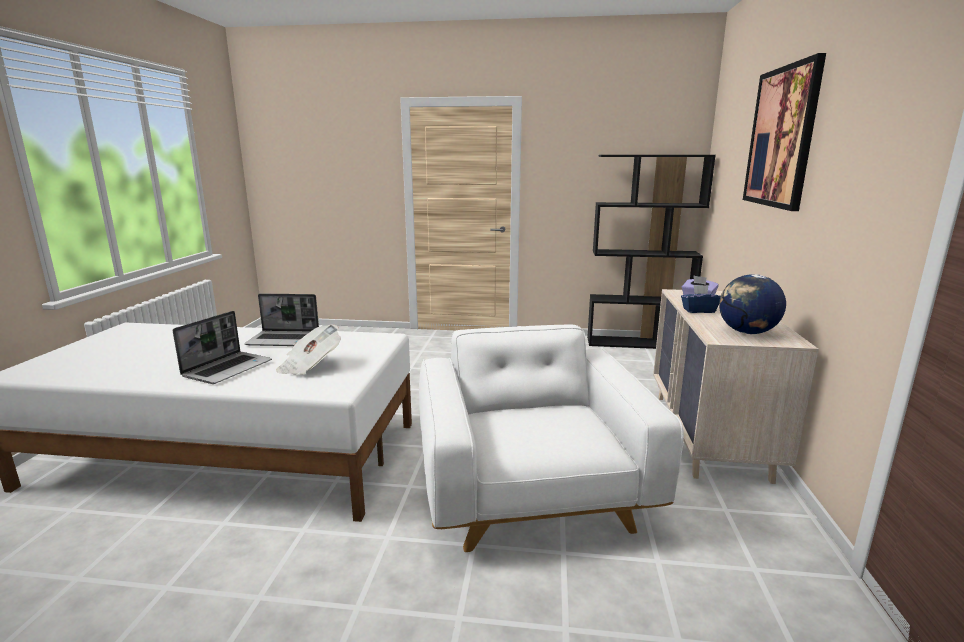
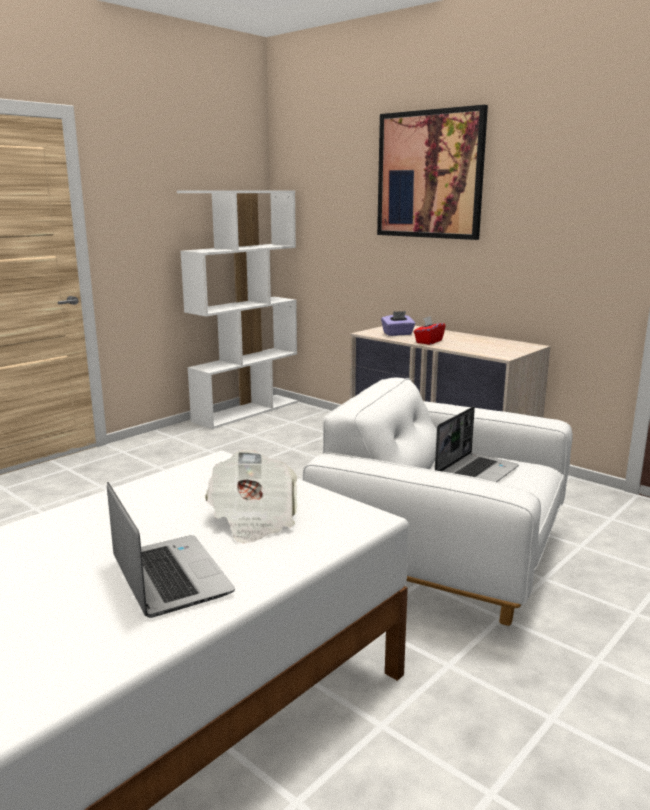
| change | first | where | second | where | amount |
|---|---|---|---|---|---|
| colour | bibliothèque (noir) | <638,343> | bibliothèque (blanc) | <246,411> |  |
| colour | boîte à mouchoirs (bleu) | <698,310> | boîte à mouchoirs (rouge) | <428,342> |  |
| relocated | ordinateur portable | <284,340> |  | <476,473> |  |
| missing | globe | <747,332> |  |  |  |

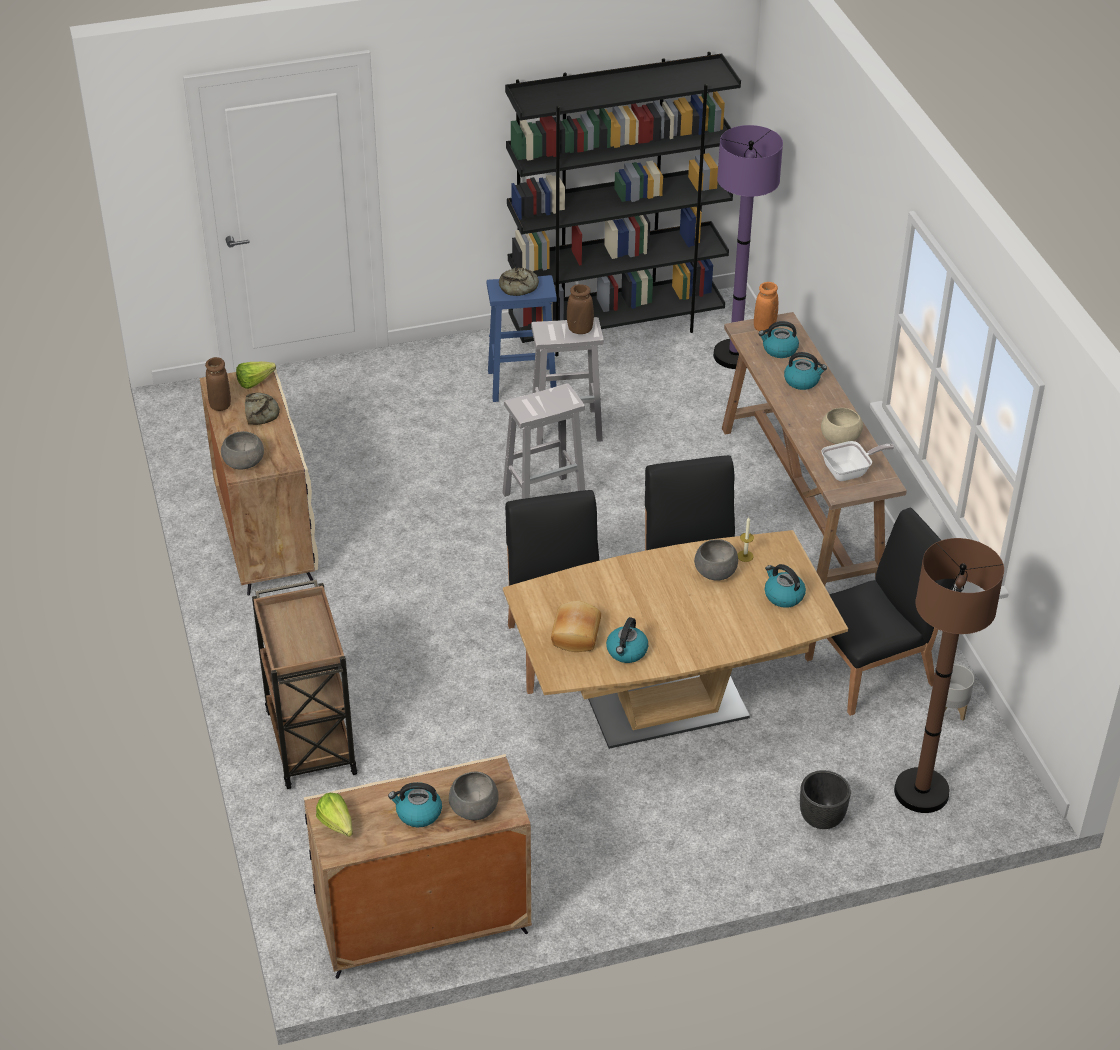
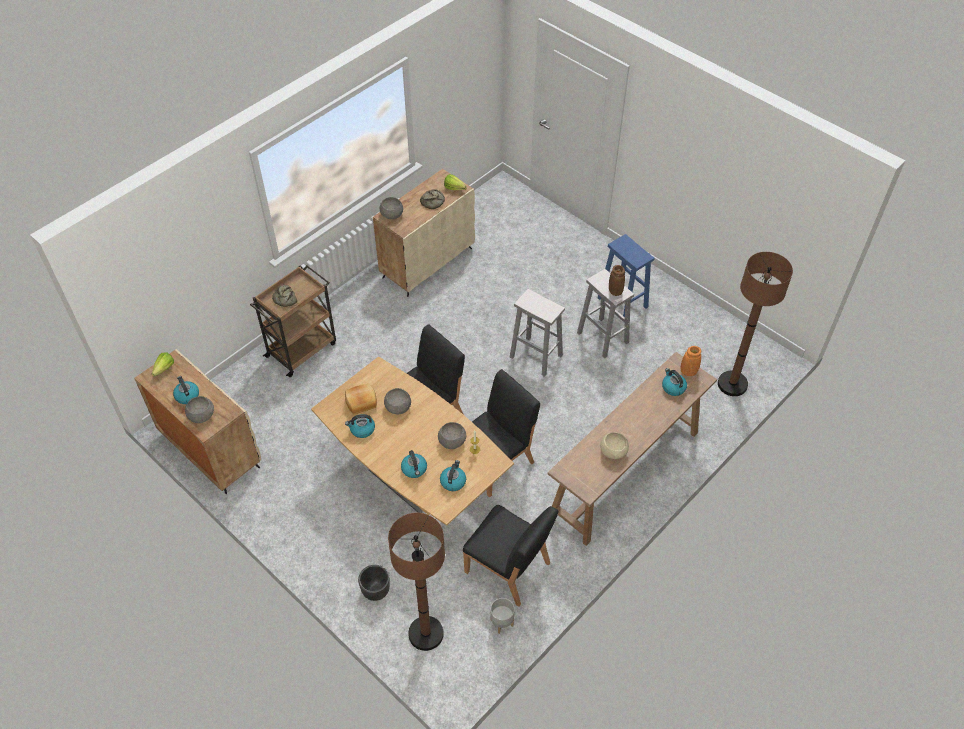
| change | first | where | second | where | amount |
|---|---|---|---|---|---|
| relocated | pain | <519,287> |  | <285,298> |  |
| appeared |  |  | bol (gris) | <398,407> |  |
| relocated | bouilloire | <802,381> |  | <414,469> |  |
| colour | lampadaire (violet) | <735,355> | lampadaire (marron) | <732,384> |  |
| missing | vase (marron) | <220,405> |  |  |  |
| missing | bibliothèque (noir) | <616,327> |  |  |  |
| missing | poêle | <850,472> |  |  |  |

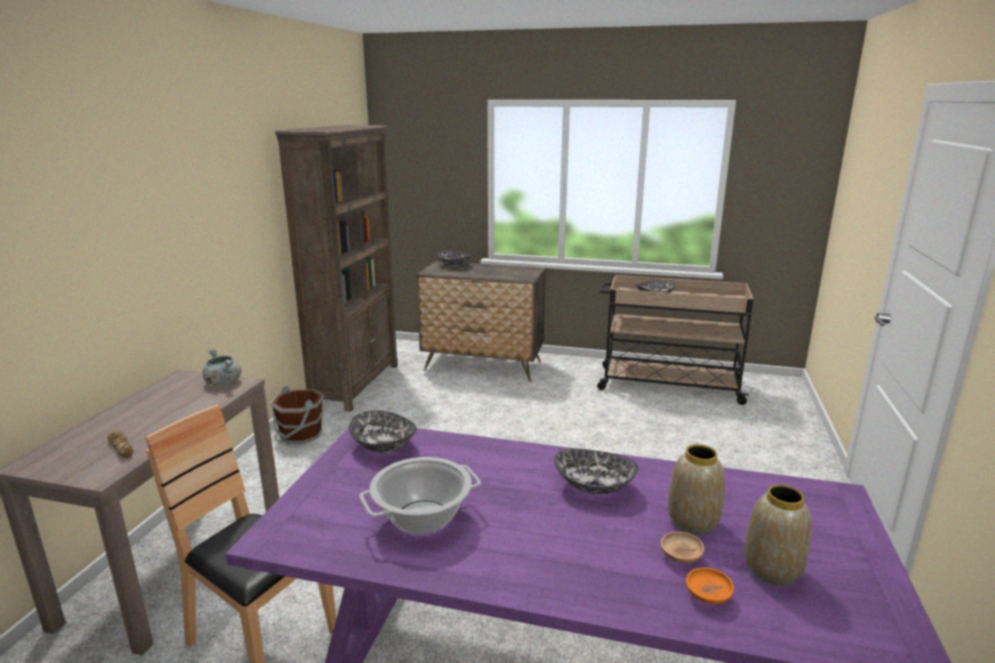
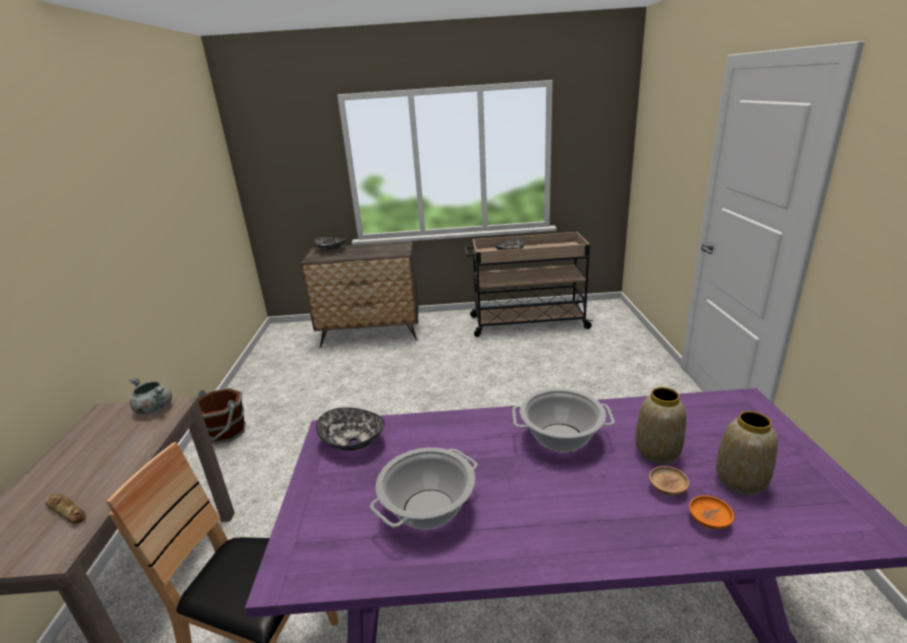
| change | first | where | second | where | amount |
|---|---|---|---|---|---|
| exchanged | bol | <594,486> | marmite | <561,437> |  |
| missing | bibliothèque (marron) | <356,384> |  |  |  |

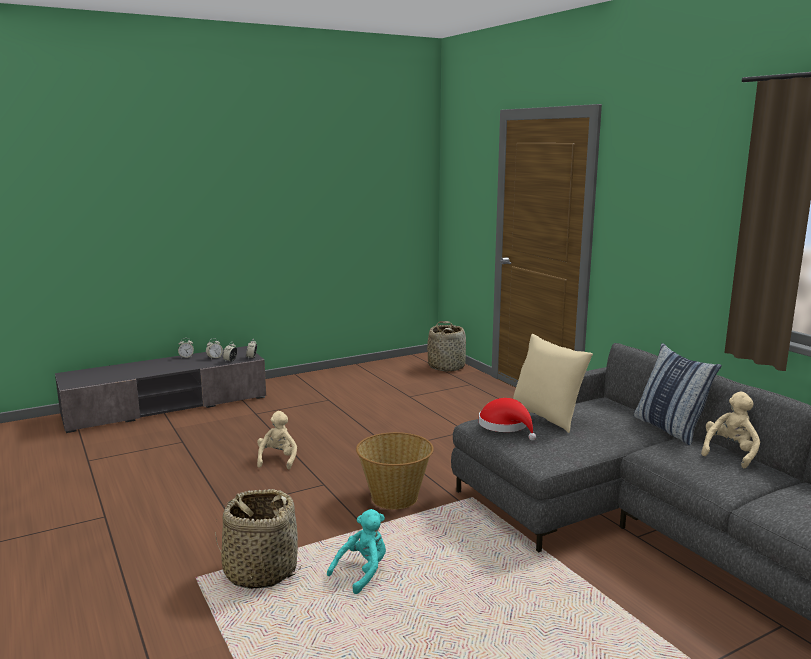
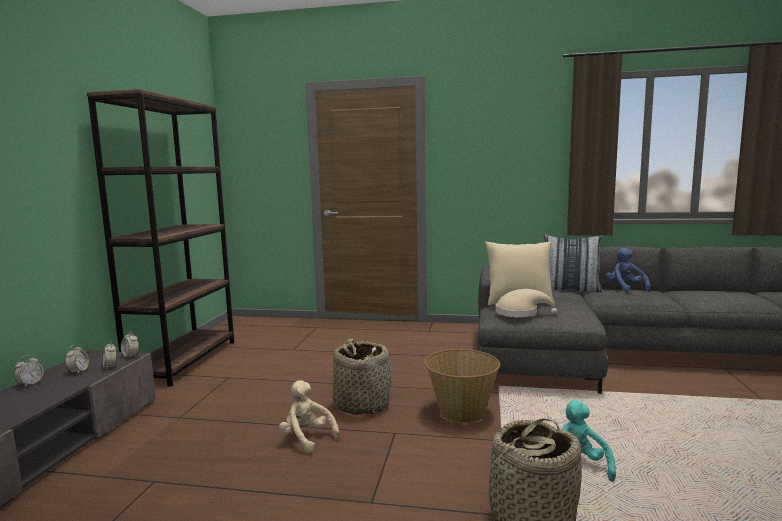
| change | first | where | second | where | amount |
|---|---|---|---|---|---|
| appeared |  |  | bibliothèque (marron) | <184,360> |  |
| relocated | panier | <446,366> |  | <362,404> |  |
| colour | chapeau (rouge) | <506,426> | chapeau (beige) | <520,313> |  |
| colour | peluche (beige) | <730,453> | peluche (bleu) | <625,288> |  |

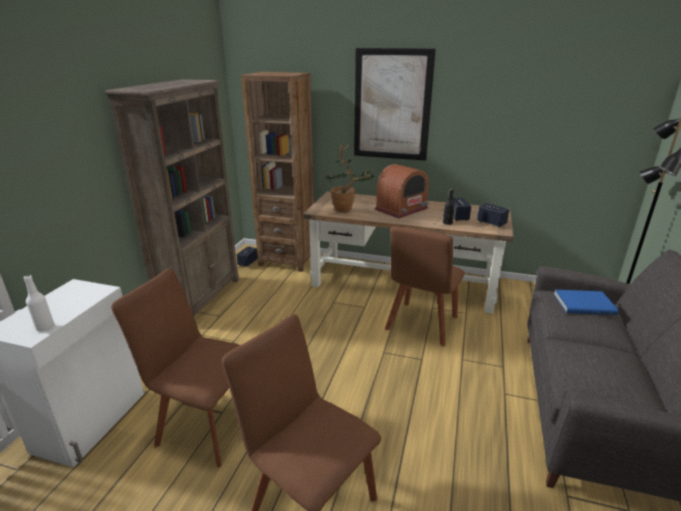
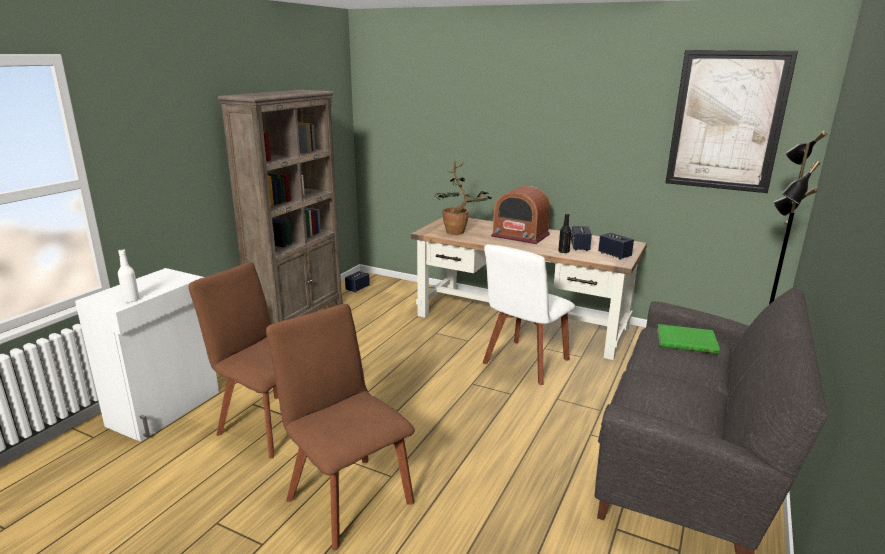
| change | first | where | second | where | amount |
|---|---|---|---|---|---|
| colour | chaise (marron) | <421,325> | chaise (blanc) | <524,363> |  |
| spun | radio | <401,209> |  | <520,236> | 60 degrees clockwise |
| colour | livre (bleu) | <583,303> | livre (vert) | <686,340> |  |
| relocated | tableau | <392,105> |  | <726,121> |  |
| missing | bibliothèque (marron) | <287,260> |  |  |  |

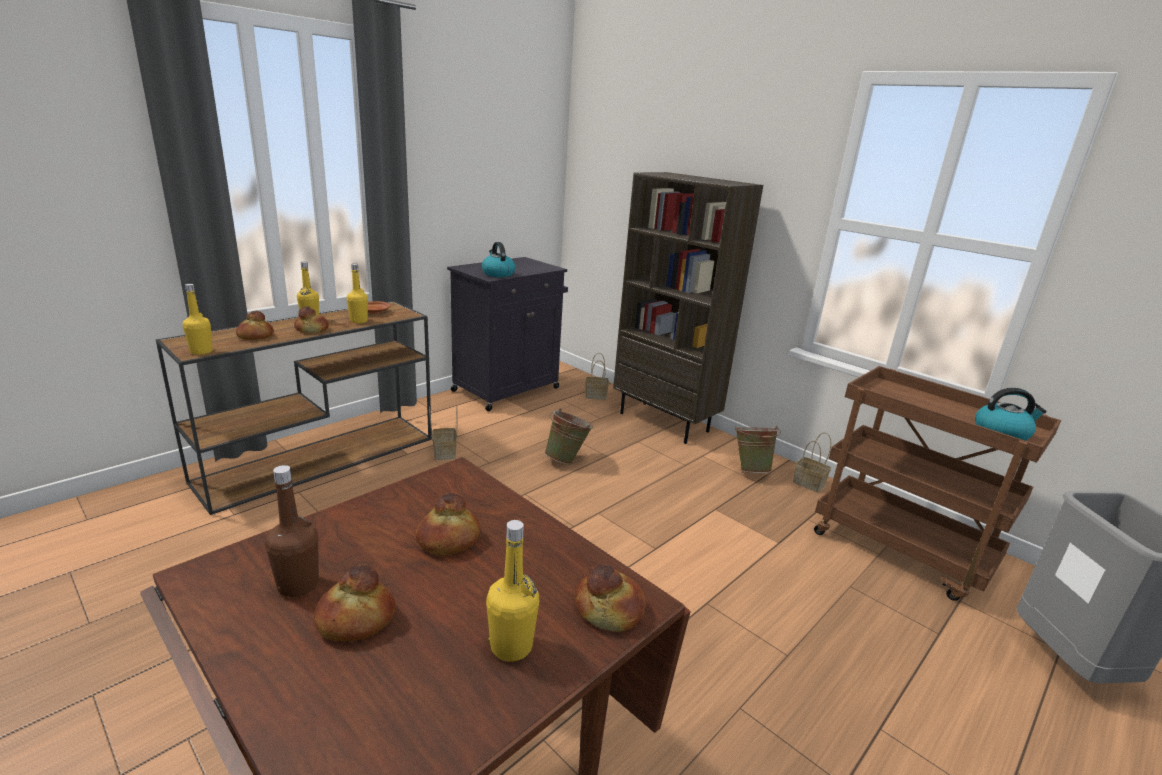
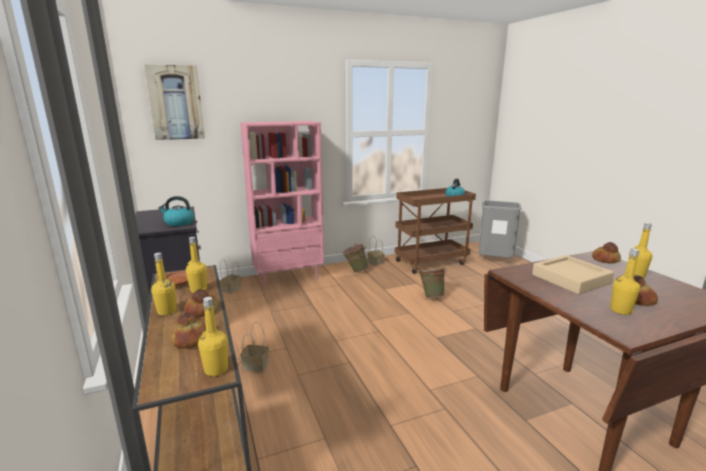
| change | first | where | second | where | amount |
|---|---|---|---|---|---|
| appeared |  |  | tableau | <175,103> |  |
| colour | bibliothèque (marron) | <665,422> | bibliothèque (rose) | <289,277> |  |
| relocated | seau (vert) | <567,459> |  | <431,296> |  |
| exchanged | pain | <449,540> | plateau (beige) | <570,279> |  |
| colour | bouteille (marron) | <298,585> | bouteille (jaune) | <620,310> |  |

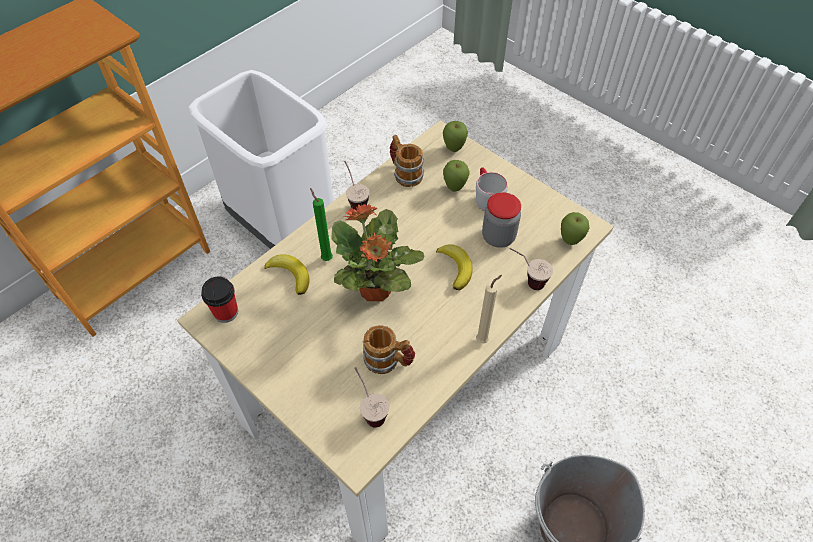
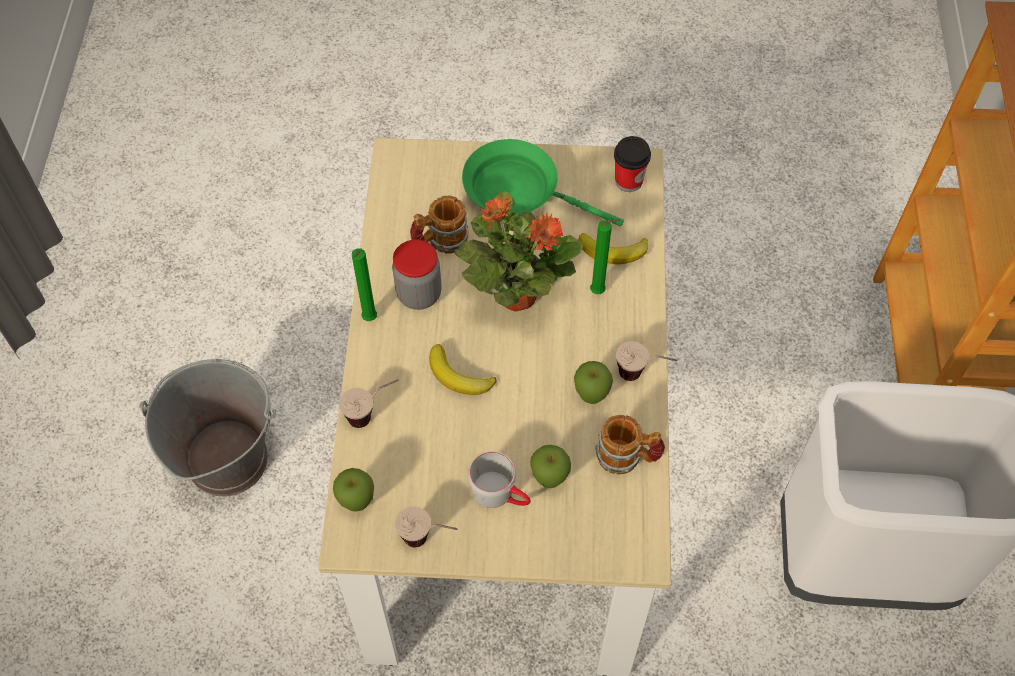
| change | first | where | second | where | amount |
|---|---|---|---|---|---|
| colour | bougie (beige) | <483,339> | bougie (vert) | <369,320> |  |
| relocated | bocal | <498,237> |  | <419,294> |  |
| relocated | tasse | <370,409> |  | <428,541> |  |
| appeared |  |  | poêle (vert) | <519,191> |  |
| relocated | pomme | <454,149> |  | <591,396> |  |

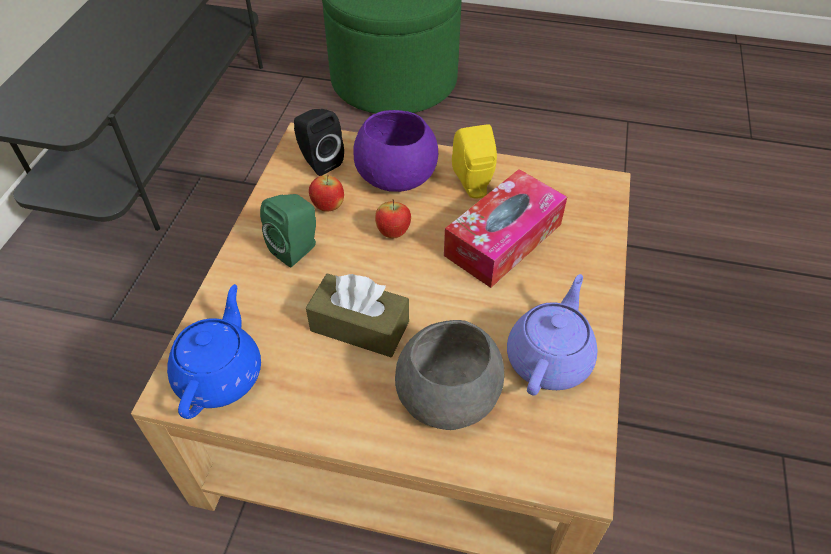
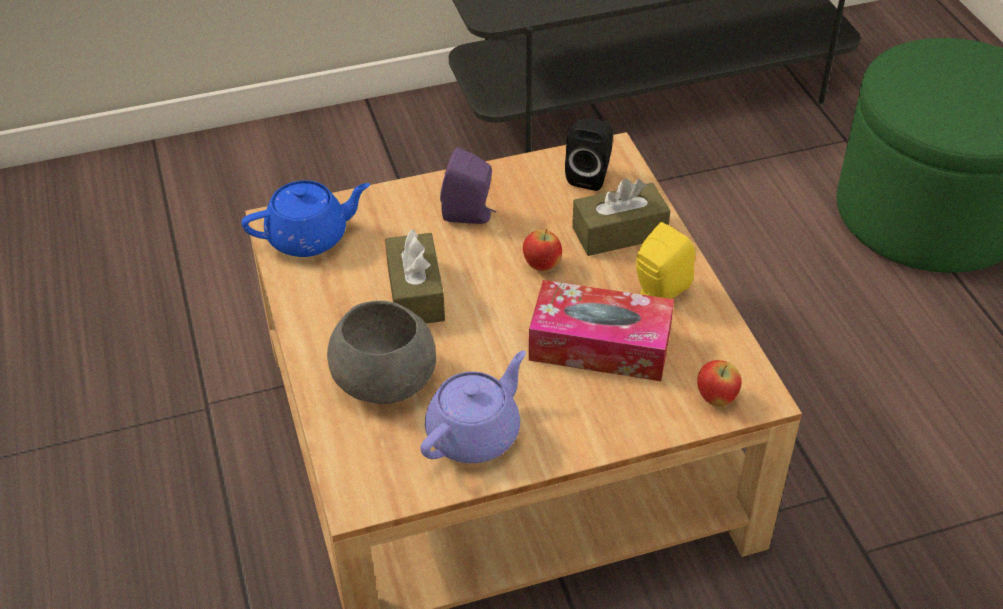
| change | first | where | second | where | amount |
|---|---|---|---|---|---|
| spun | théière (violet) | <549,358> |  | <475,433> | 45 degrees counterclockwise |
| colour | enceinte (vert) | <297,249> | enceinte (violet) | <470,215> |  |
| exchanged | bol (violet) | <394,175> | boîte à mouchoirs (marron) | <619,233> |  |
| relocated | pomme | <328,207> |  | <716,398> |  |

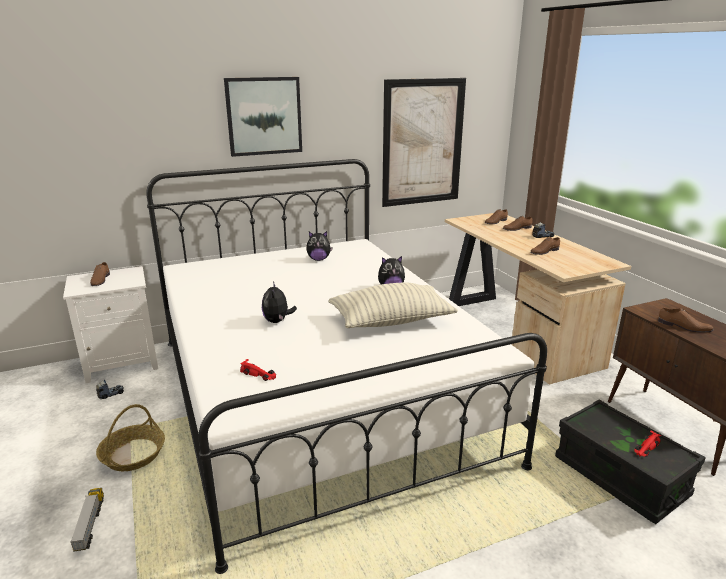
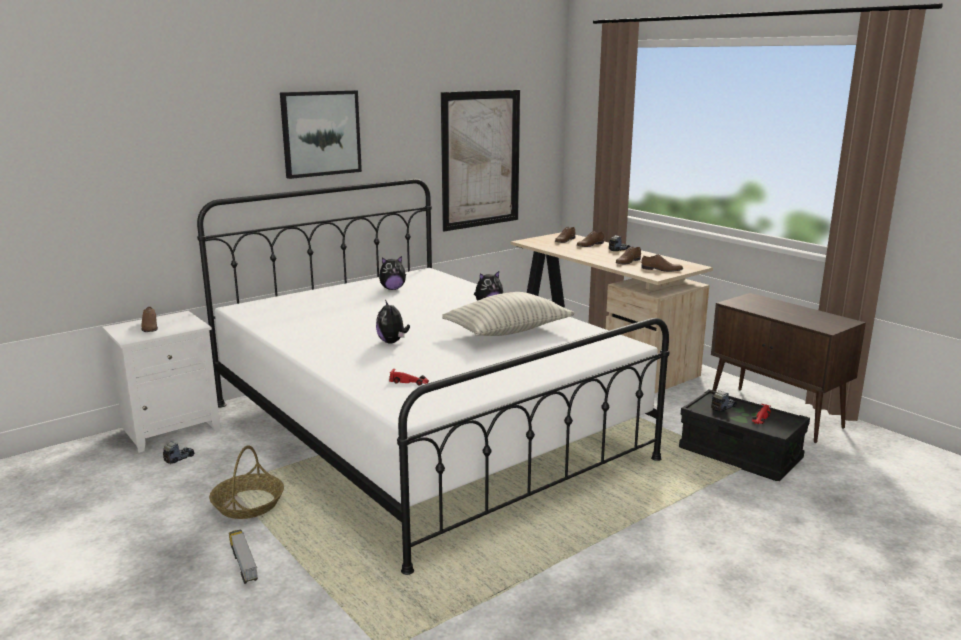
| change | first | where | second | where | amount |
|---|---|---|---|---|---|
| relocated | chaussure (marron) | <684,326> |  | <661,269> |  |
| appeared |  |  | camion jouet | <723,407> |  |

